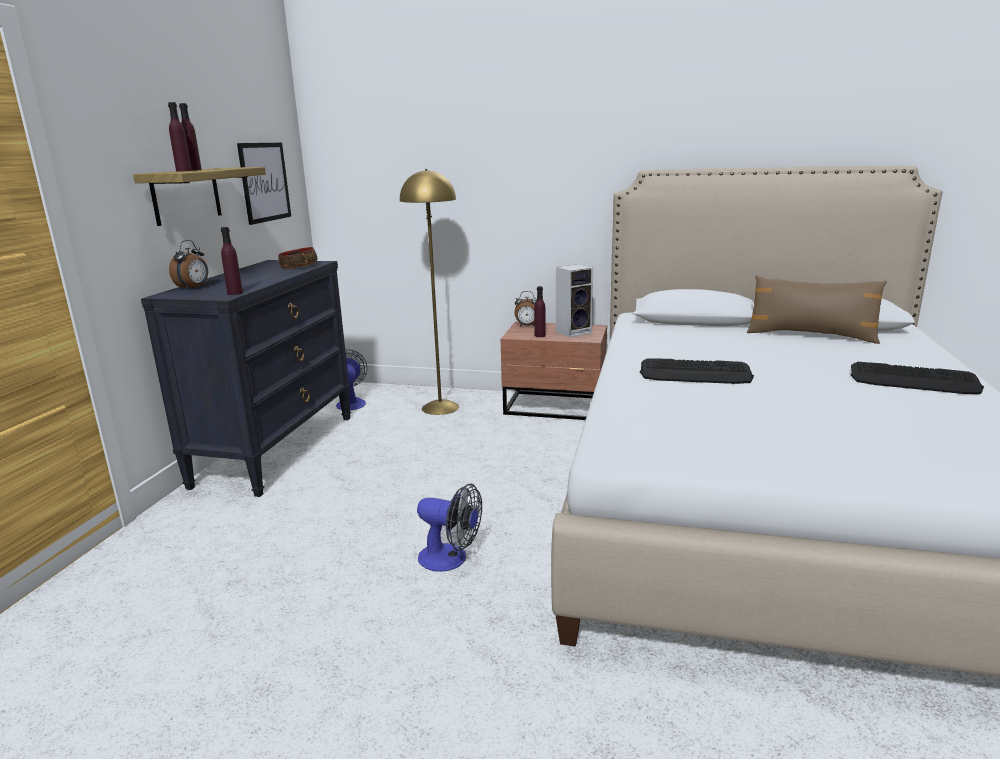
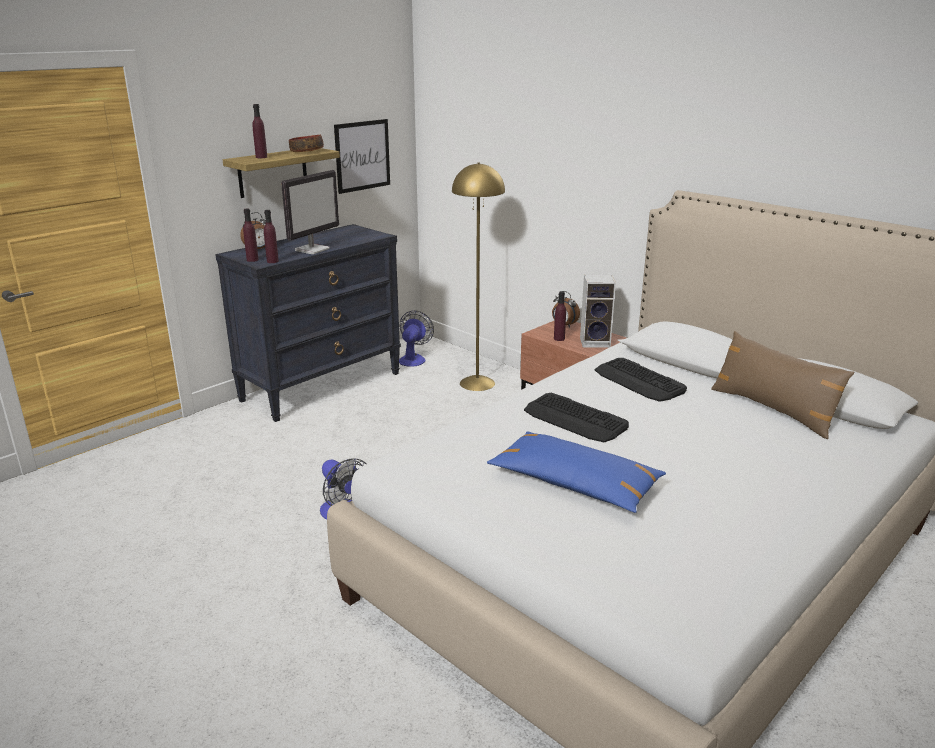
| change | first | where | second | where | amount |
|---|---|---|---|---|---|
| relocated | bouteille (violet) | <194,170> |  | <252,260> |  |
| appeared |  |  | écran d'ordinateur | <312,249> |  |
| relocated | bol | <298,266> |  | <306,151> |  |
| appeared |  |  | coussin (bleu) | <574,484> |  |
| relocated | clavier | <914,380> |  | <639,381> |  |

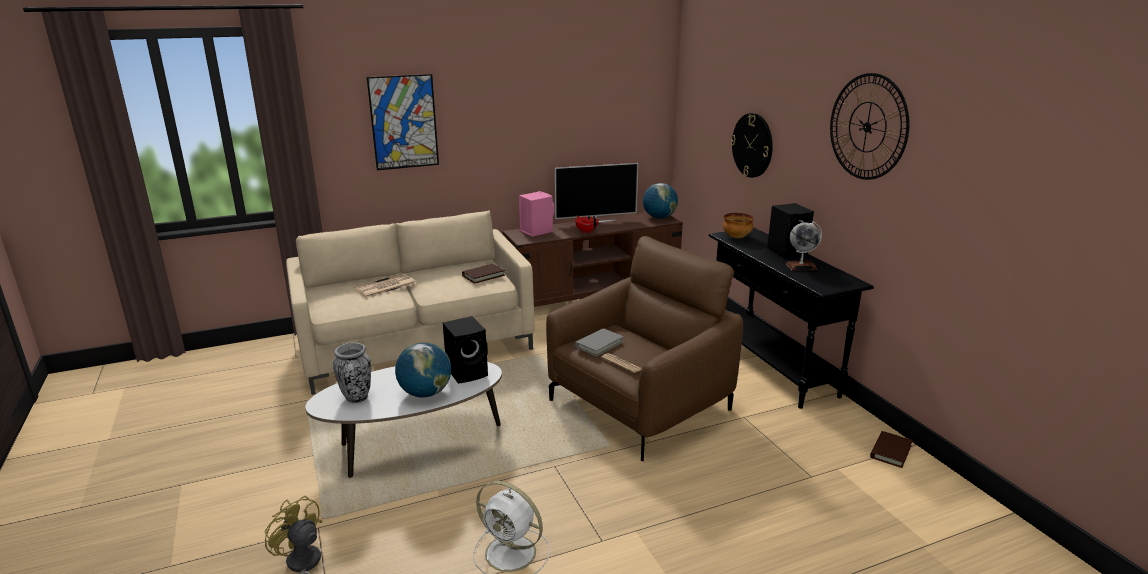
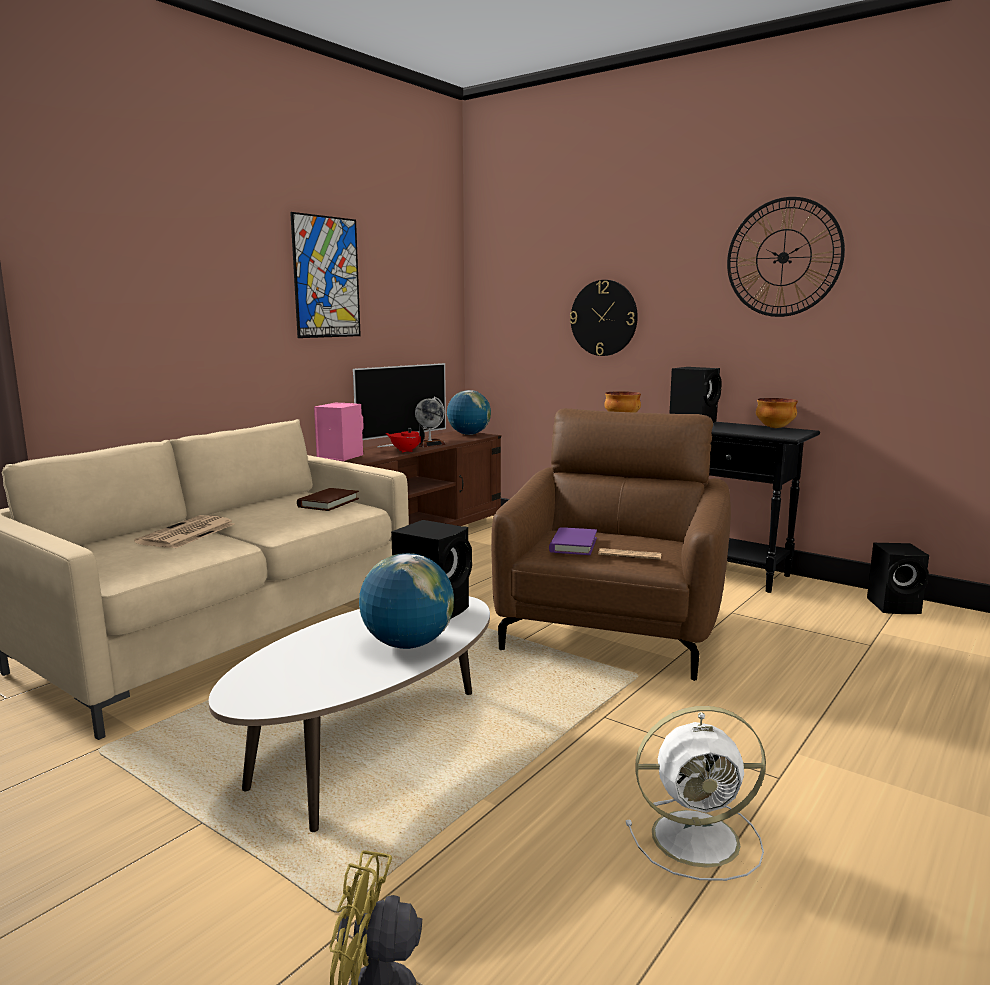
| change | first | where | second | where | amount |
|---|---|---|---|---|---|
| relocated | tableau | <404,122> |  | <326,277> |  |
| relocated | globe | <801,267> |  | <430,444> |  |
| colour | livre (gris) | <599,344> | livre (violet) | <573,545> |  |
| appeared |  |  | bol | <774,428> |  |
| exchanged | livre (marron) | <890,451> | enceinte (noir) | <895,606> |  |
| missing | vase | <357,397> |  |  |  |

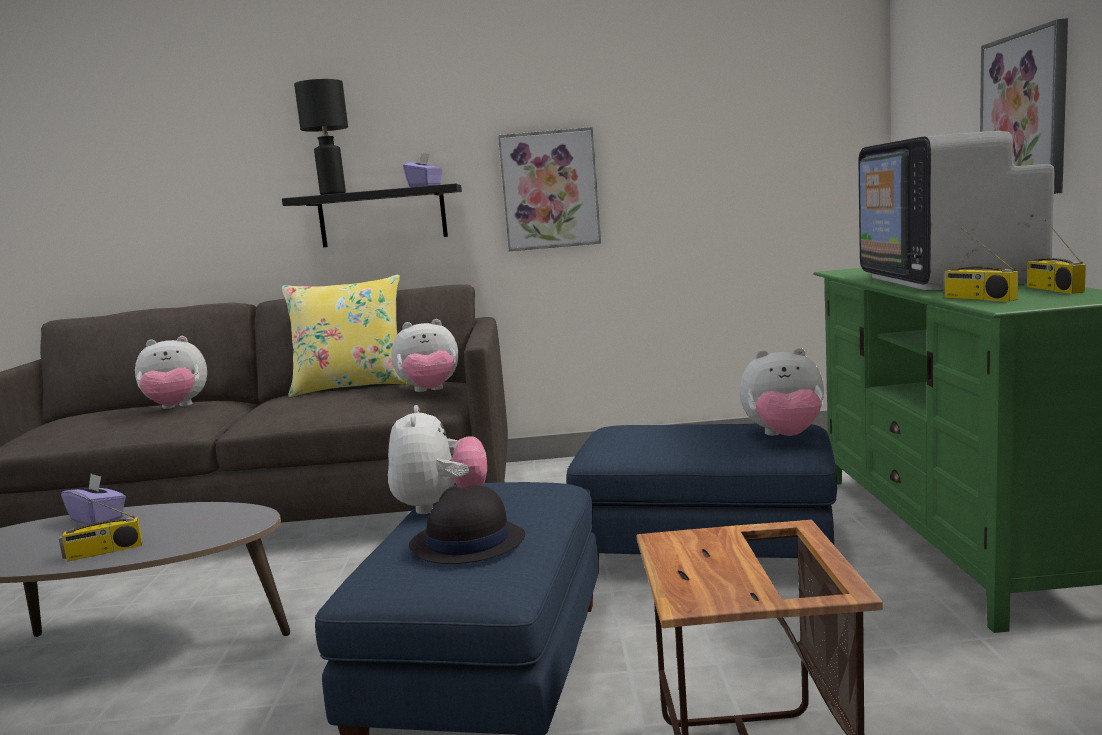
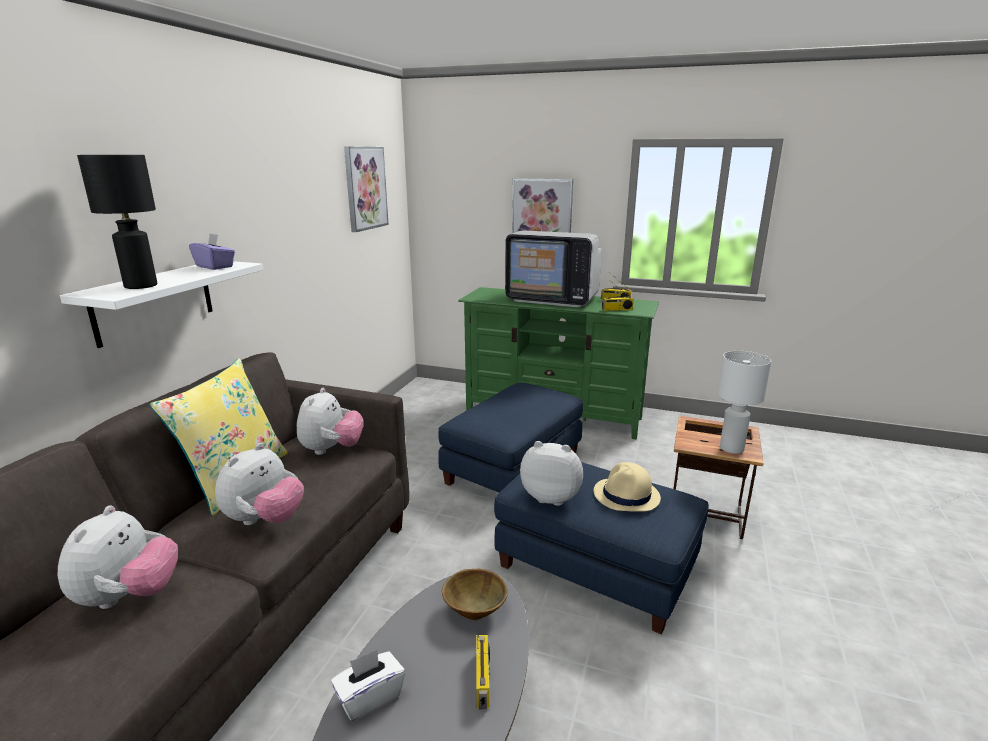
| change | first | where | second | where | amount |
|---|---|---|---|---|---|
| colour | étagère (noir) | <382,217> | étagère (blanc) | <154,301> |  |
| relocated | peluche | <784,436> |  | <265,520> |  |
| colour | boîte à mouchoirs (violet) | <98,519> | boîte à mouchoirs (blanc) | <369,697> |  |
| relocated | tableau | <549,190> |  | <365,188> |  |
| appeared |  |  | bol (marron) | <474,611> |  |
| colour | chapeau (noir) | <467,543> | chapeau (beige) | <626,495> |  |
| appeared |  |  | lampe de table (blanc) | <731,448> |  |

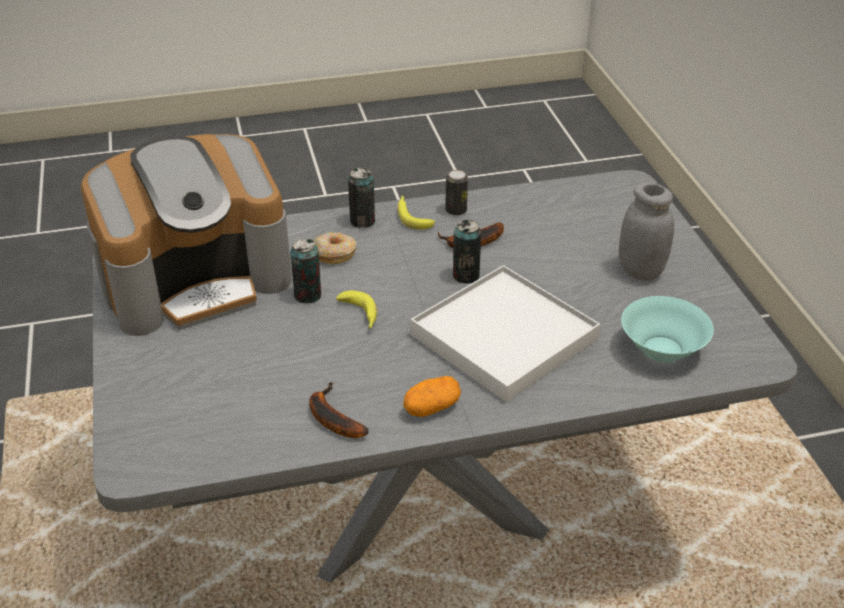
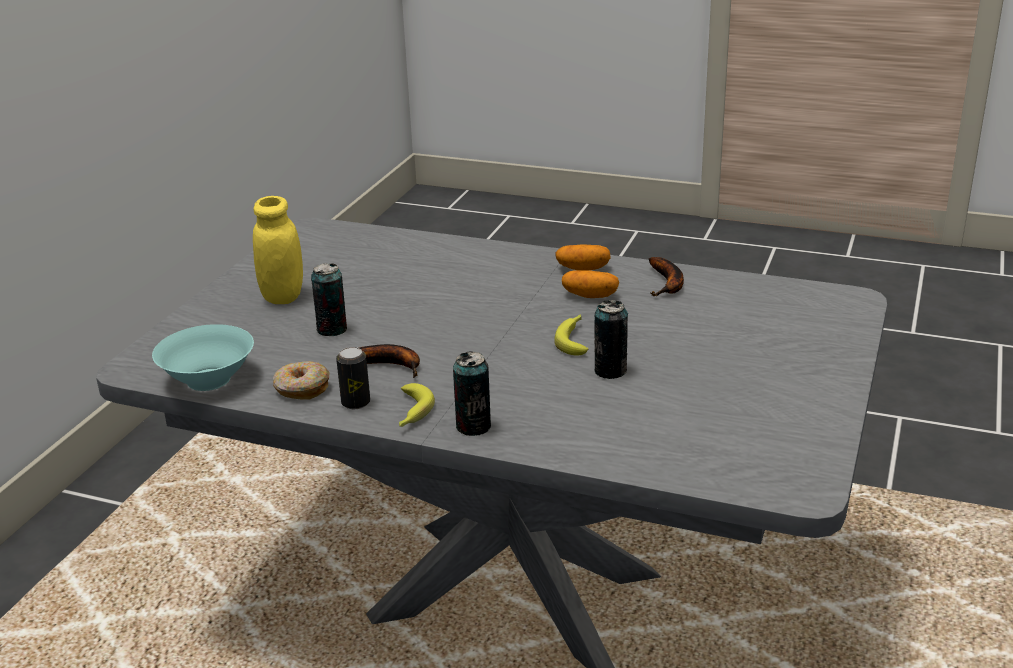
| change | first | where | second | where | amount |
|---|---|---|---|---|---|
| relocated | bol (turquoise) | <663,349> |  | <208,379> |  |
| colour | bocal (gris) | <640,271> | bocal (jaune) | <283,296> |  |
| relocated | beignet | <334,254> |  | <301,389> |  |
| relocated | boîte métallique | <466,276> |  | <332,330> |  |
| appeared |  |  | pomme de terre | <590,295> |  |
| missing | machine à café | <196,280> |  |  |  |
| missing | plateau (blanc) | <504,337> |  |  |  |

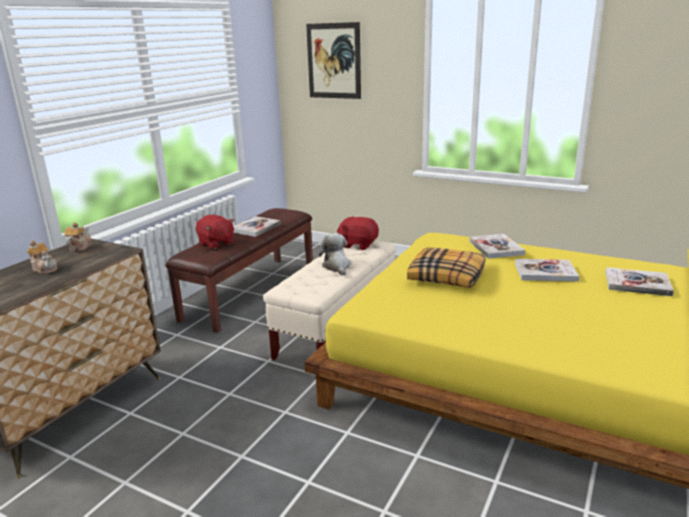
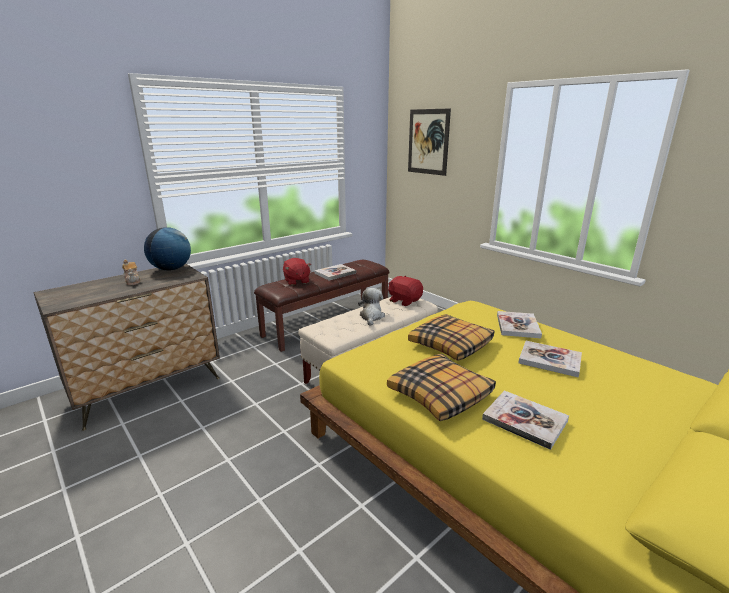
| change | first | where | second | where | amount |
|---|---|---|---|---|---|
| exchanged | théière | <80,247> | globe | <171,269> |  |
| appeared |  |  | coussin | <440,395> |  |
| relocated | livre | <637,283> |  | <524,420> |  |

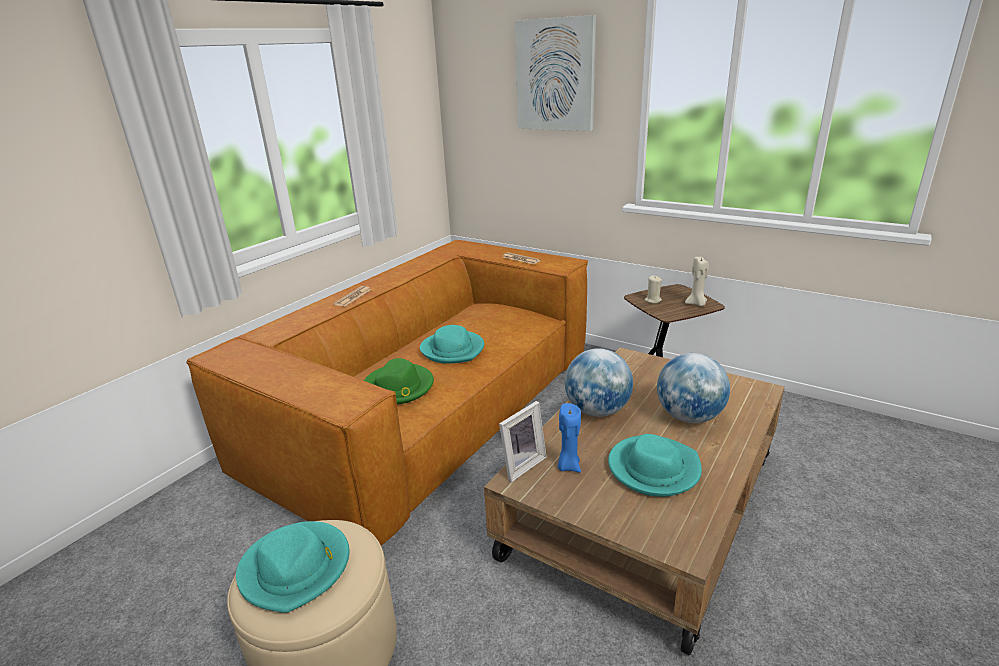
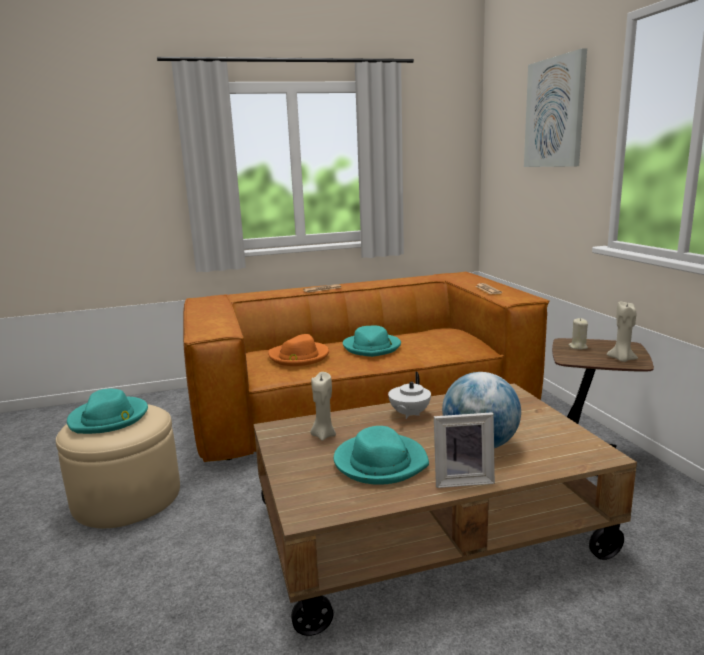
| change | first | where | second | where | amount |
|---|---|---|---|---|---|
| colour | chapeau (vert) | <398,387> | chapeau (orange) | <299,357> |  |
| colour | bougie (bleu) | <568,466> | bougie (beige) | <323,435> |  |
| exchanged | globe | <597,411> | théière (blanc) | <409,414> |  |
| relocated | cadre photo | <521,464> |  | <462,479> |  |

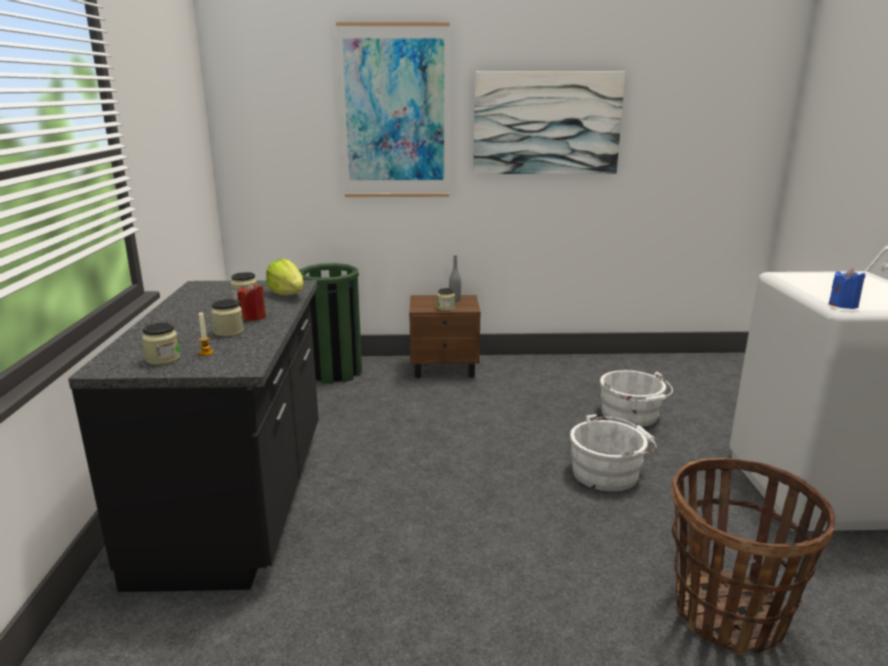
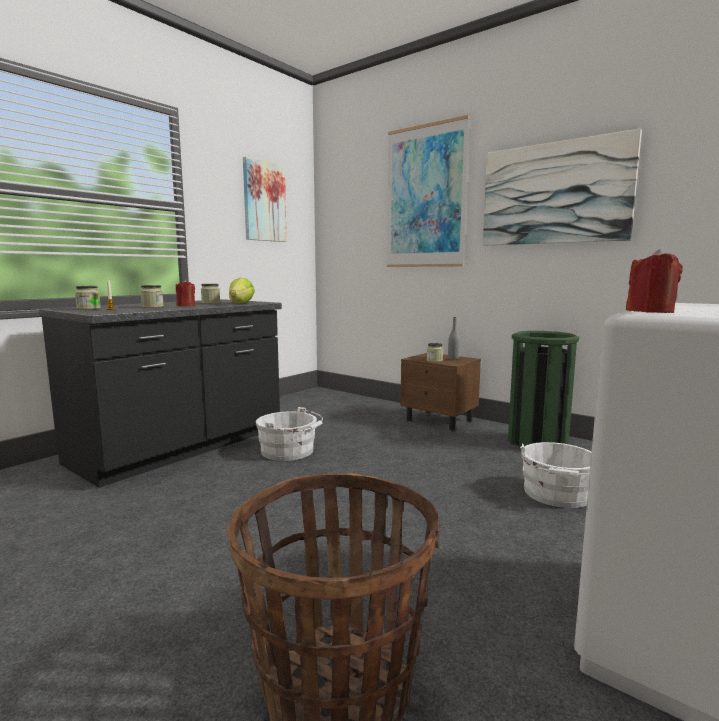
| change | first | where | second | where | amount |
|---|---|---|---|---|---|
| appeared |  |  | tableau | <264,201> |  |
| relocated | seau (blanc) | <608,472> |  | <290,451> |  |
| relocated | poubelle (vert) | <334,372> |  | <537,442> |  |
| colour | bougie (bleu) | <843,305> | bougie (rouge) | <650,312> |  |

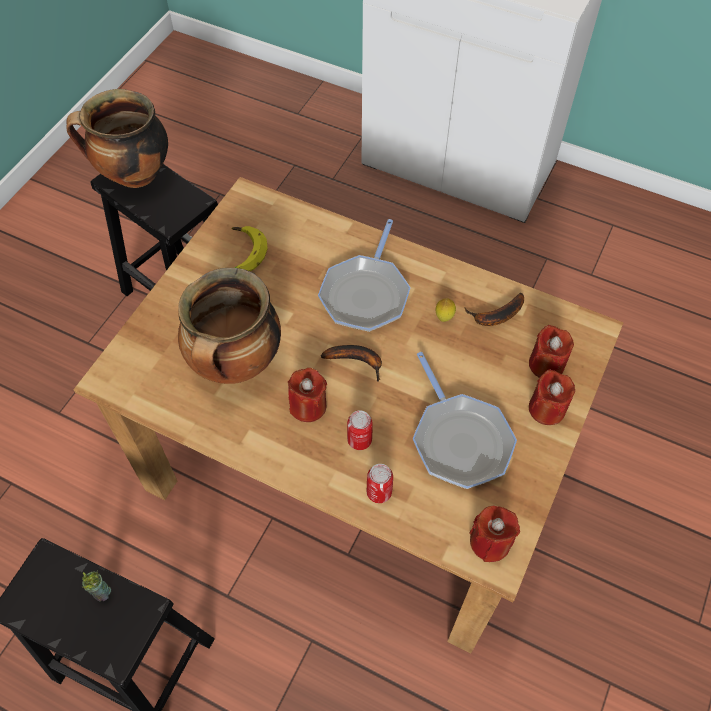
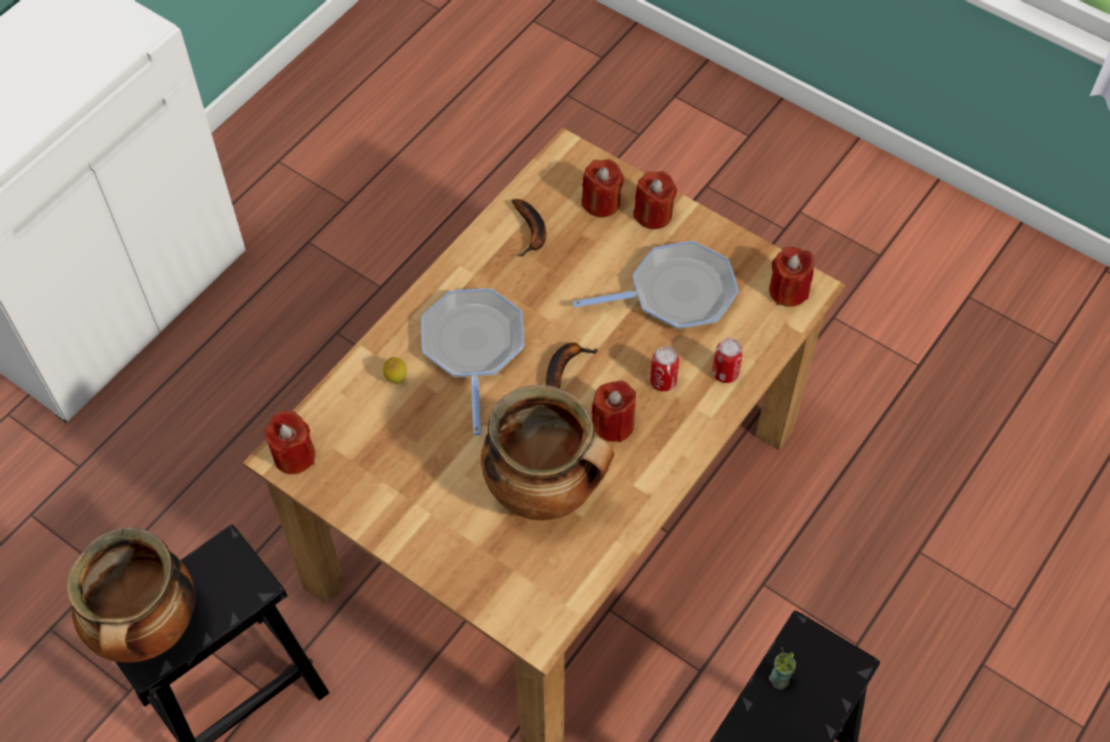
| change | first | where | second | where | amount |
|---|---|---|---|---|---|
| appeared |  |  | bougie (rouge) | <294,456> |  |
| relocated | citron | <444,318> |  | <396,379> |  |
| spun | poêle | <366,294> |  | <473,347> | 120 degrees counterclockwise |
| missing | banane | <244,253> |  |  |  |

